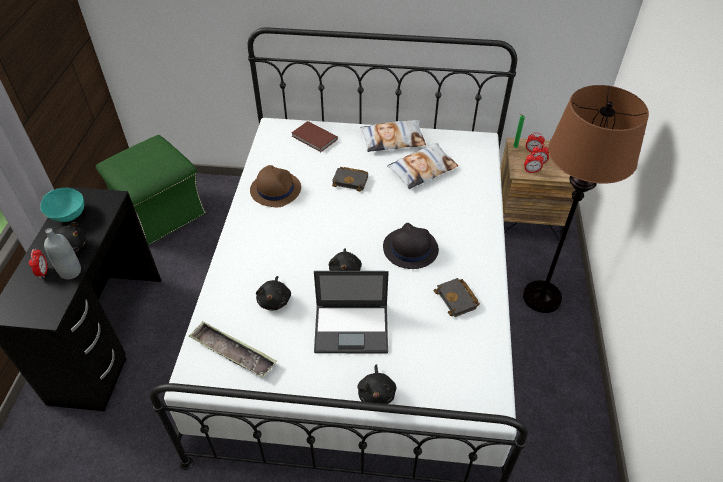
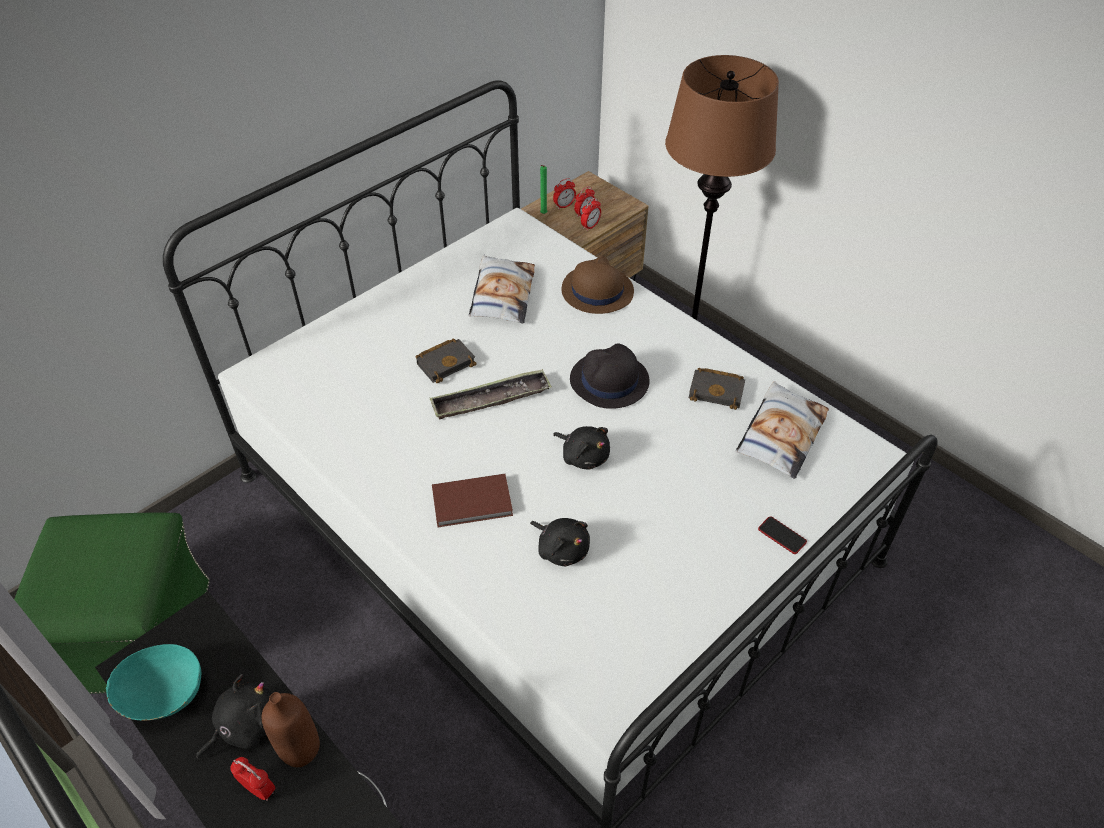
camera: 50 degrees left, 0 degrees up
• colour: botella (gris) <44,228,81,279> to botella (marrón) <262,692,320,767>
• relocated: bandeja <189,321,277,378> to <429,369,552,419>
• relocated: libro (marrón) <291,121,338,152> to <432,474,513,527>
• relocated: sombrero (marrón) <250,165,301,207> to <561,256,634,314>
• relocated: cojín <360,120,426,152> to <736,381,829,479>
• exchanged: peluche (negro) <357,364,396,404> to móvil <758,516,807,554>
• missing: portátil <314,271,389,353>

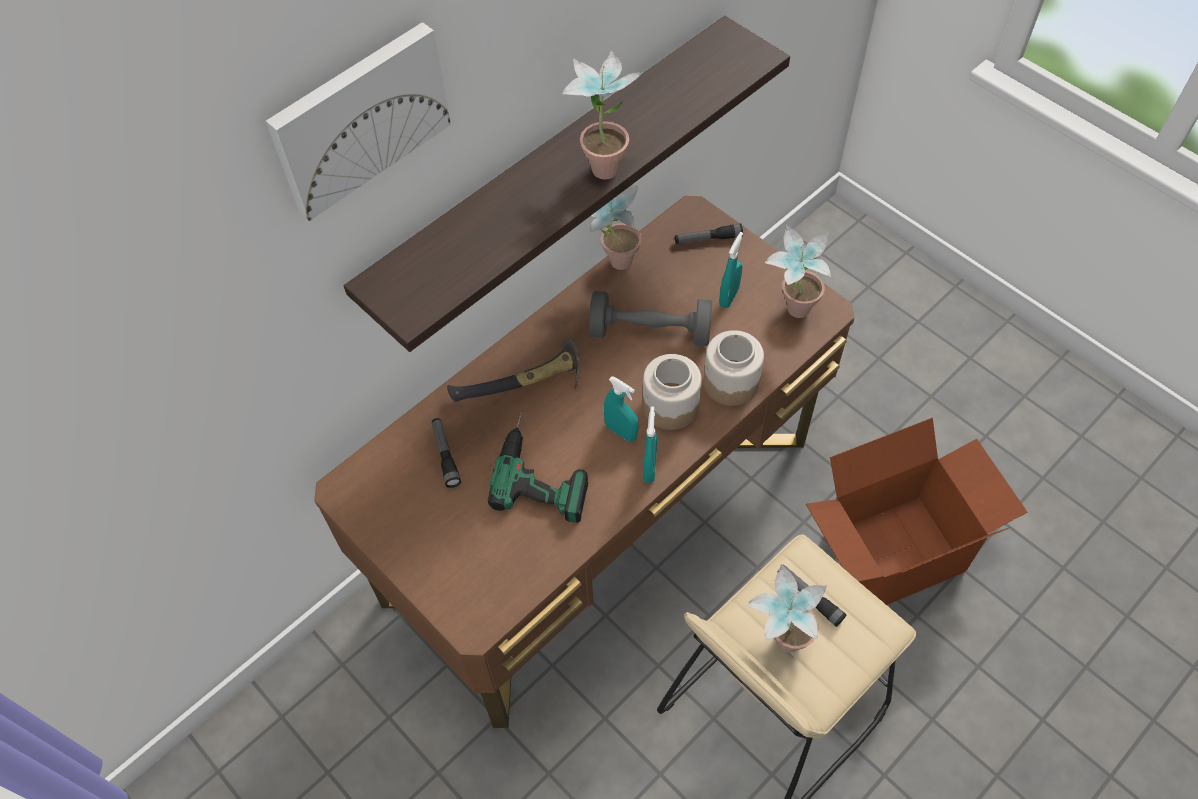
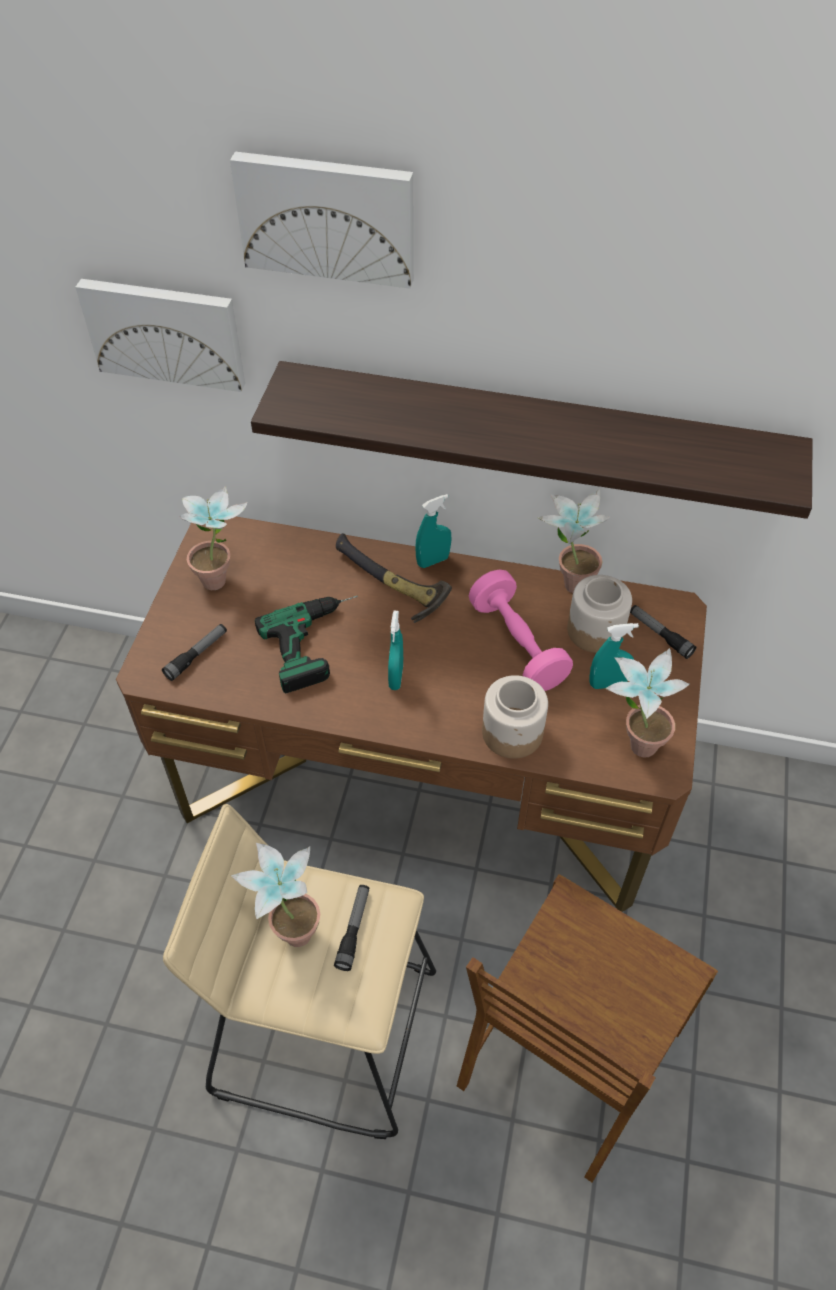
camera: 55 degrees right, 5 degrees down
• appeared: cuadro <76,279,245,392>
• relocated: linterna <432,418,461,488> to <162,624,227,681>
• relocated: planta en maceta <562,50,643,180> to <179,486,247,590>
• relocated: pulverizador (turquesa) <643,406,657,483> to <415,494,451,568>
• exchanged: caja de cartón <806,418,1027,605> to silla (marrón) <457,874,718,1182>
• colour: mancuerna (gris) <589,291,712,346> to mancuerna (rosa) <469,570,573,691>
• relocated: tarro <643,354,702,430> to <567,575,632,653>

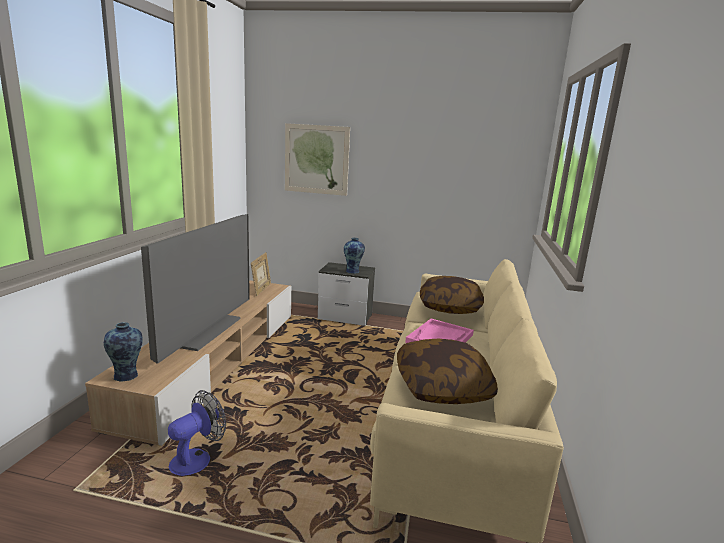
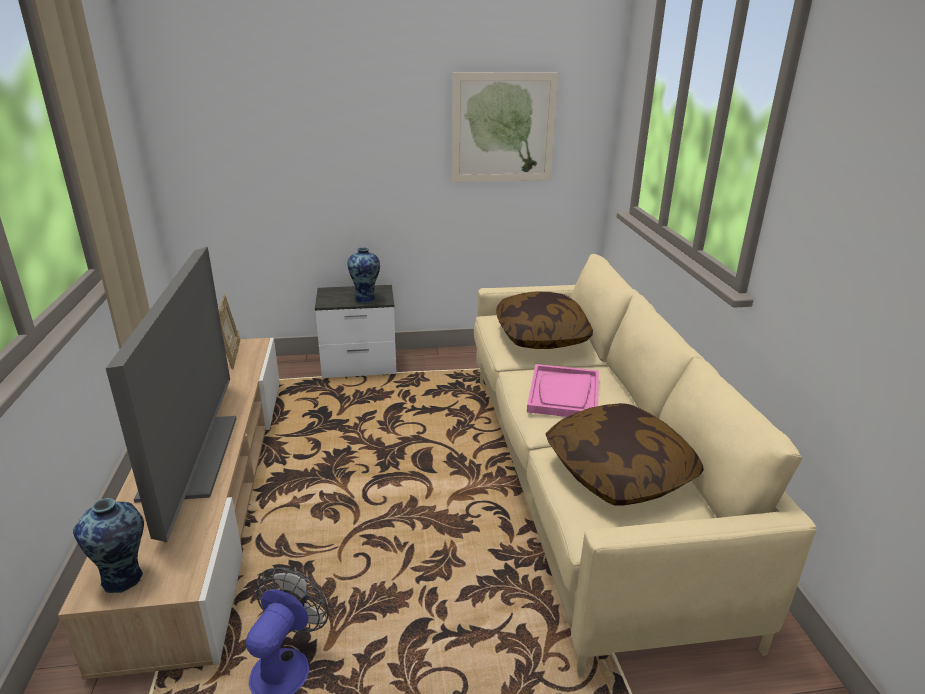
camera: 20 degrees left, 10 degrees up
• relocated: cuadro <285,123,350,196> to <452,72,559,182>

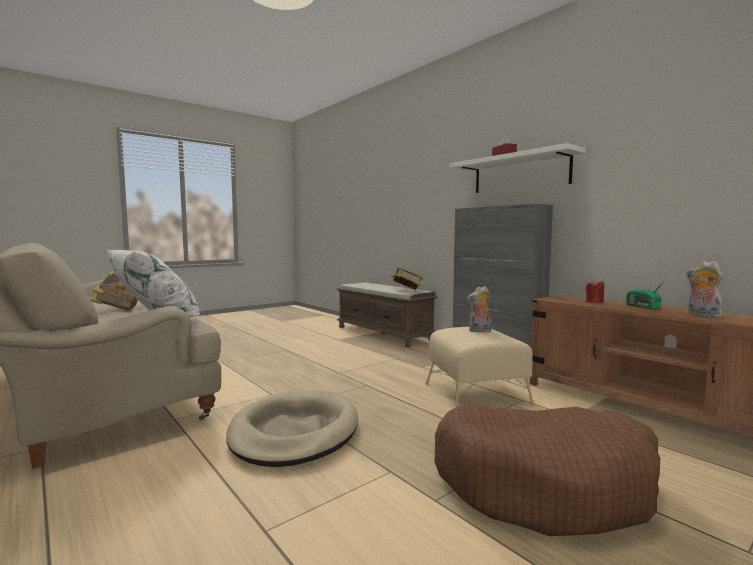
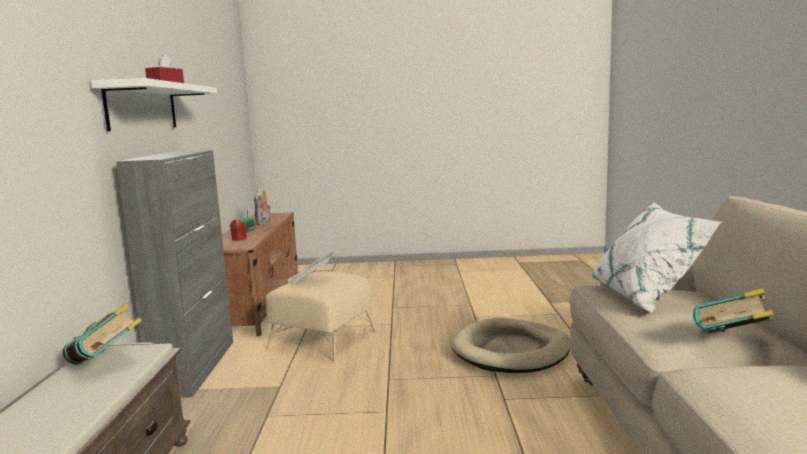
camera: 140 degrees left, 5 degrees up
• exchanged: peluche <467,286,491,333> to periódico <287,251,335,284>
• missing: cama para perro (marrón) <435,405,660,536>

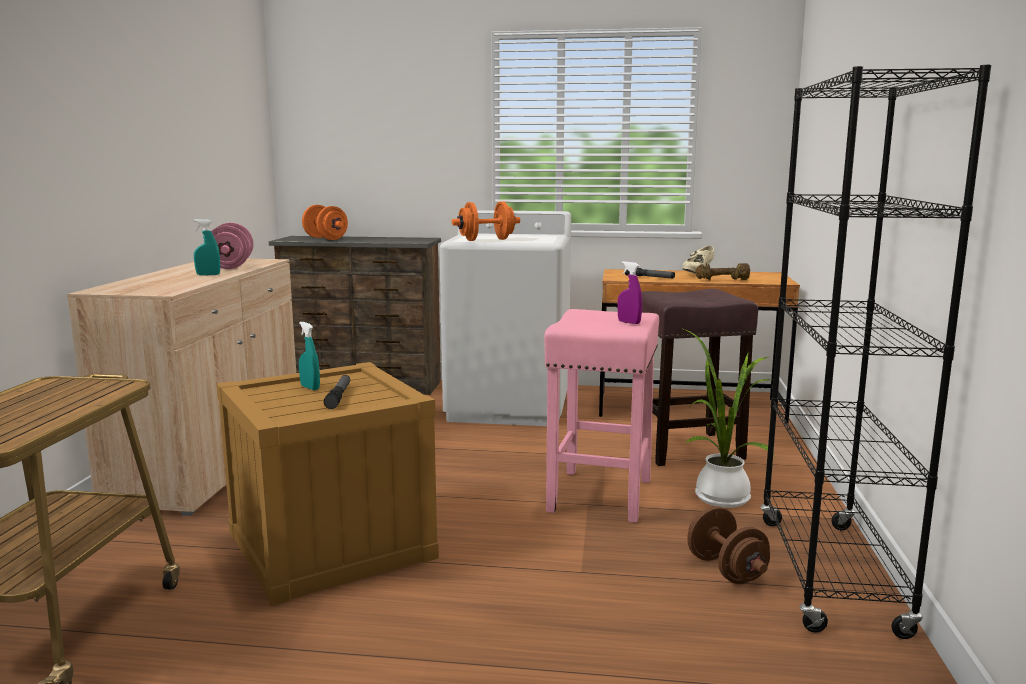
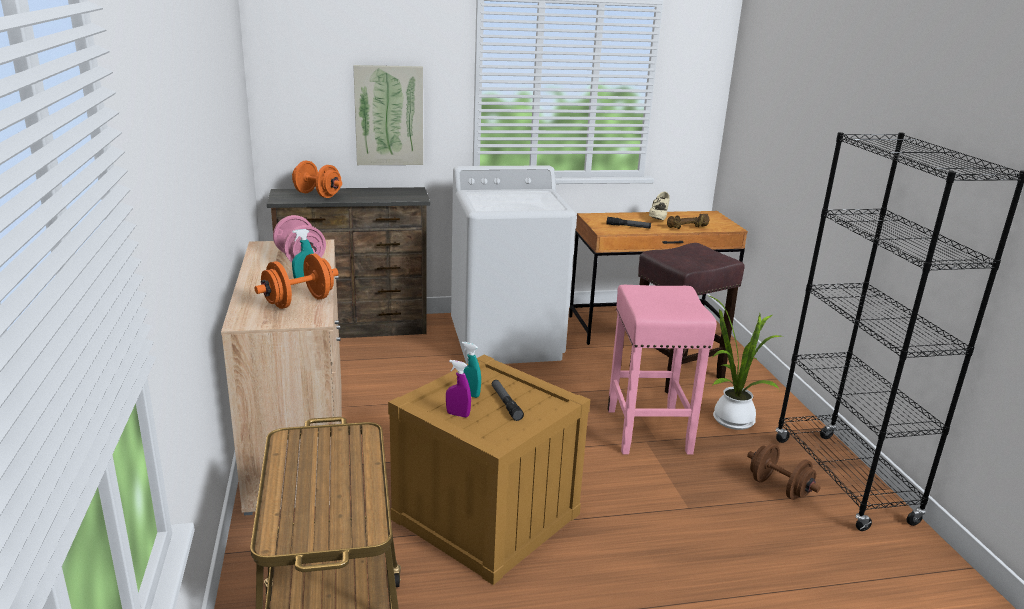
camera: 20 degrees left, 10 degrees up
• relocated: mancuerna (naranja) <452,201,520,241> to <255,253,338,309>
• appeared: cuadro <353,65,423,165>
• relocated: pulverizador (morado) <617,261,642,324> to <446,360,471,418>

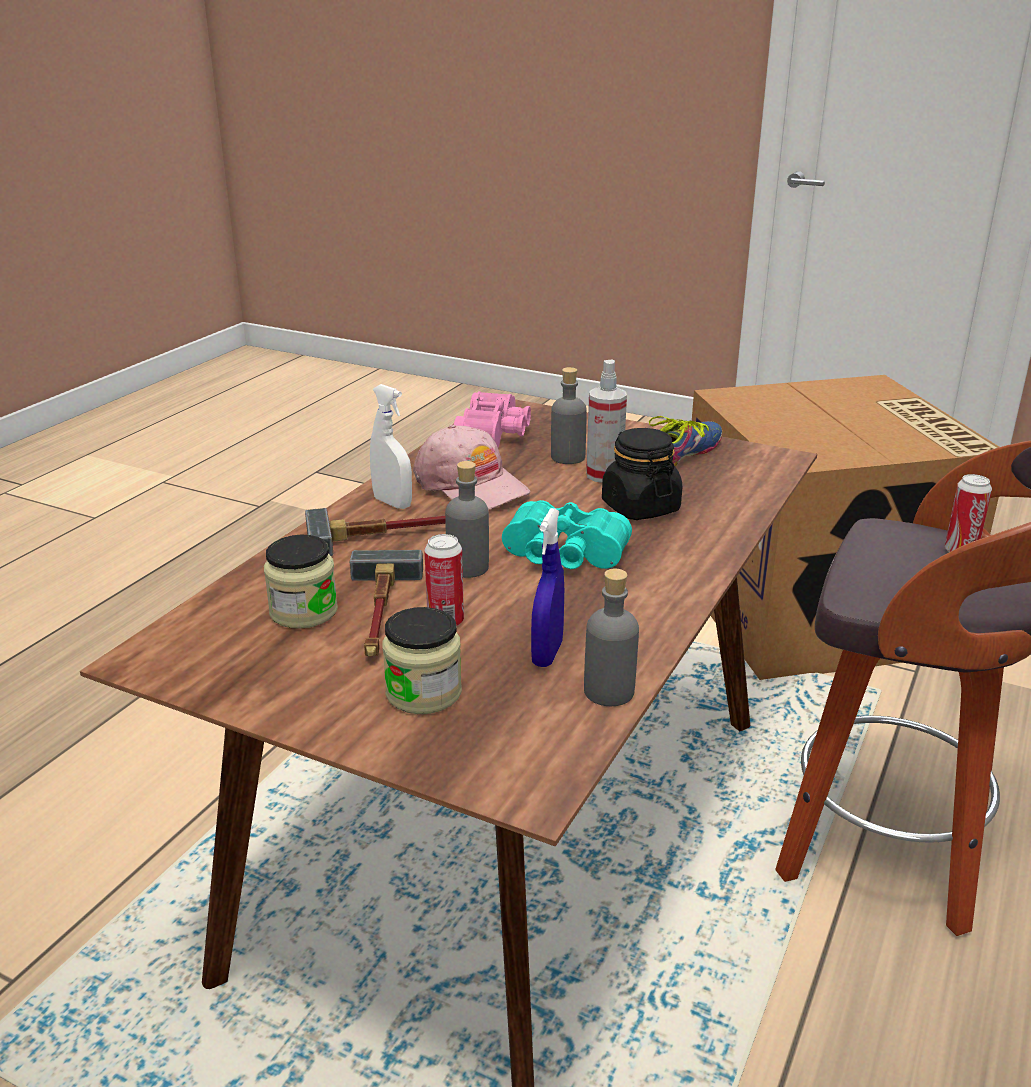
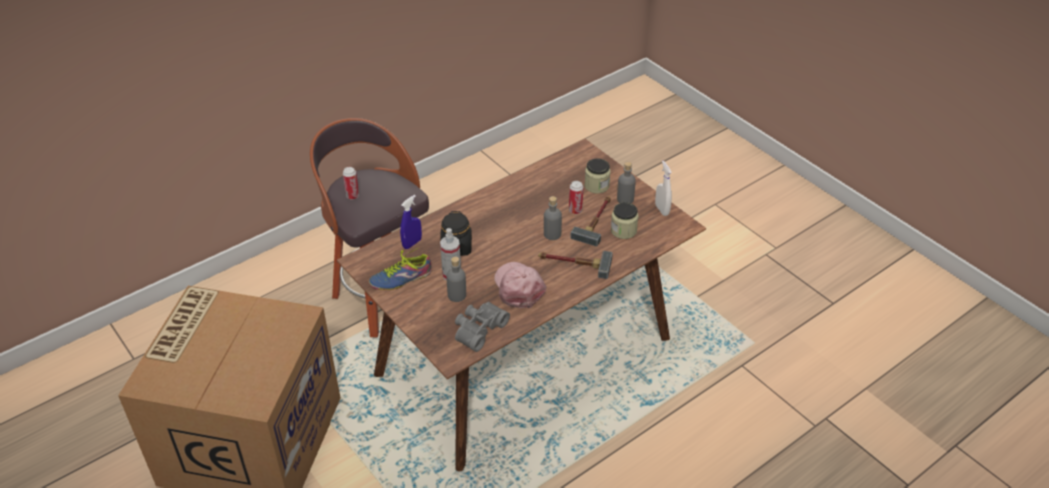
camera: 155 degrees left, 15 degrees up
• relocated: pulverizador (azul) <531,508,564,667> to <400,195,422,249>
• colour: prismáticos (rosa) <454,391,531,447> to prismáticos (gris) <455,302,510,352>
• relocated: botella (gris) <584,569,639,706> to <617,162,636,203>
• relocated: pulverizador (blanco) <370,384,412,509> to <655,161,672,216>
• missing: prismáticos (turquesa) <502,500,632,569>

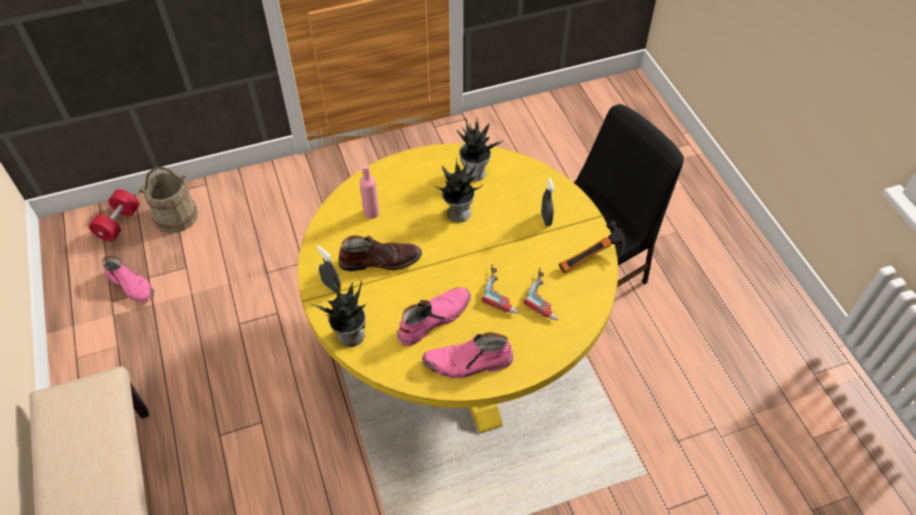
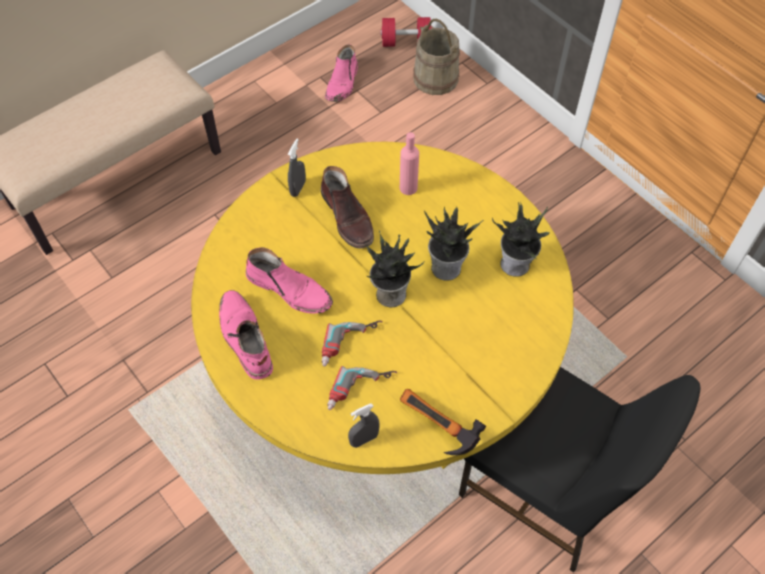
camera: 70 degrees right, 5 degrees up
• relocated: pulverizador (gris) <541,178,554,226> to <348,403,380,448>
• relocated: planta en maceta <311,281,367,347> to <366,231,424,308>

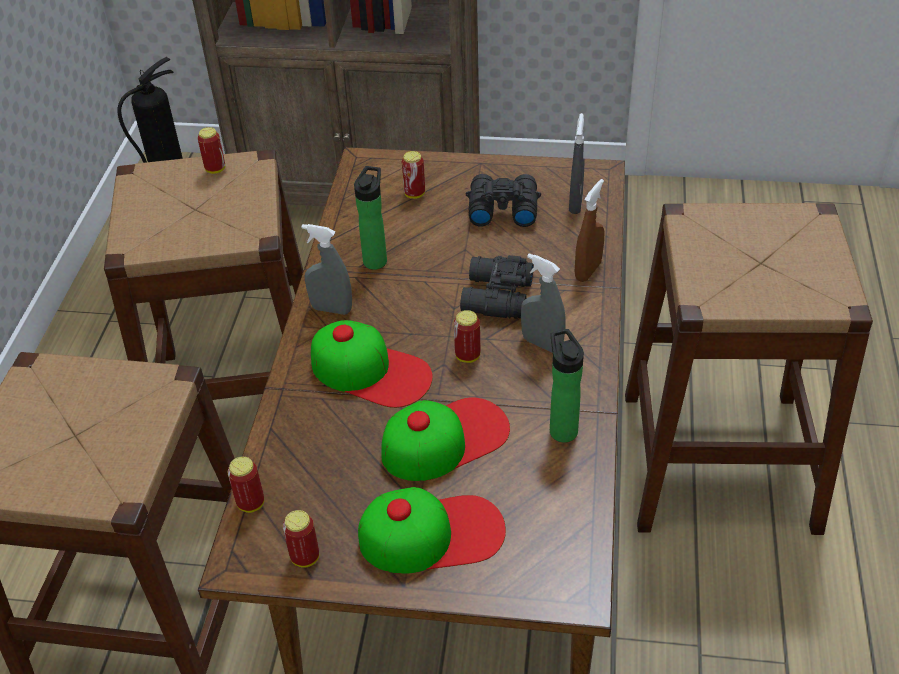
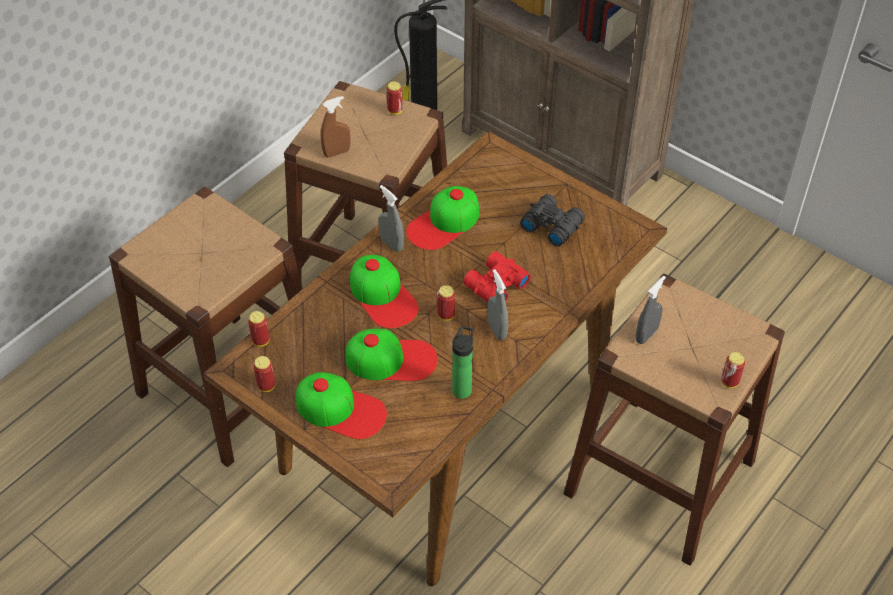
camera: 30 degrees right, 5 degrees up
• relocated: pulverizador (marrón) <575,179,605,282> to <320,96,351,158>
• exchanged: botella <354,166,387,270> to gorra <406,186,479,250>
• colour: prismáticos (negro) <460,255,533,319> to prismáticos (rojo) <463,251,531,302>
• relocated: pulverizador (gris) <569,113,585,214> to <636,276,666,344>
• relocated: lata <402,151,425,199> to <721,352,745,388>

